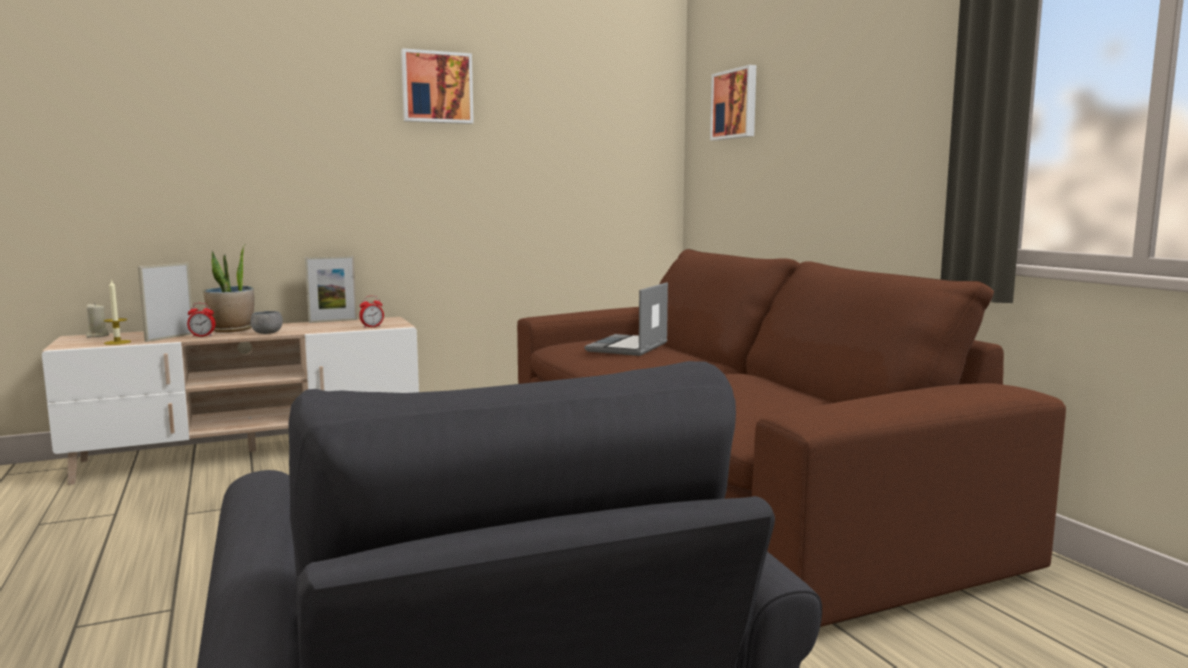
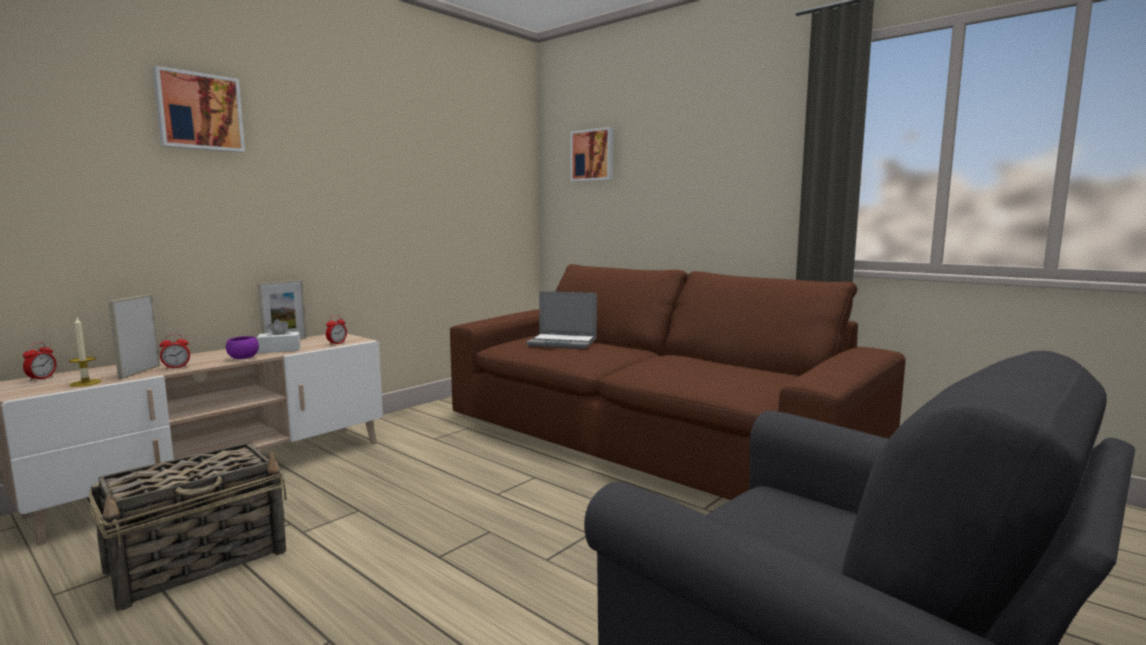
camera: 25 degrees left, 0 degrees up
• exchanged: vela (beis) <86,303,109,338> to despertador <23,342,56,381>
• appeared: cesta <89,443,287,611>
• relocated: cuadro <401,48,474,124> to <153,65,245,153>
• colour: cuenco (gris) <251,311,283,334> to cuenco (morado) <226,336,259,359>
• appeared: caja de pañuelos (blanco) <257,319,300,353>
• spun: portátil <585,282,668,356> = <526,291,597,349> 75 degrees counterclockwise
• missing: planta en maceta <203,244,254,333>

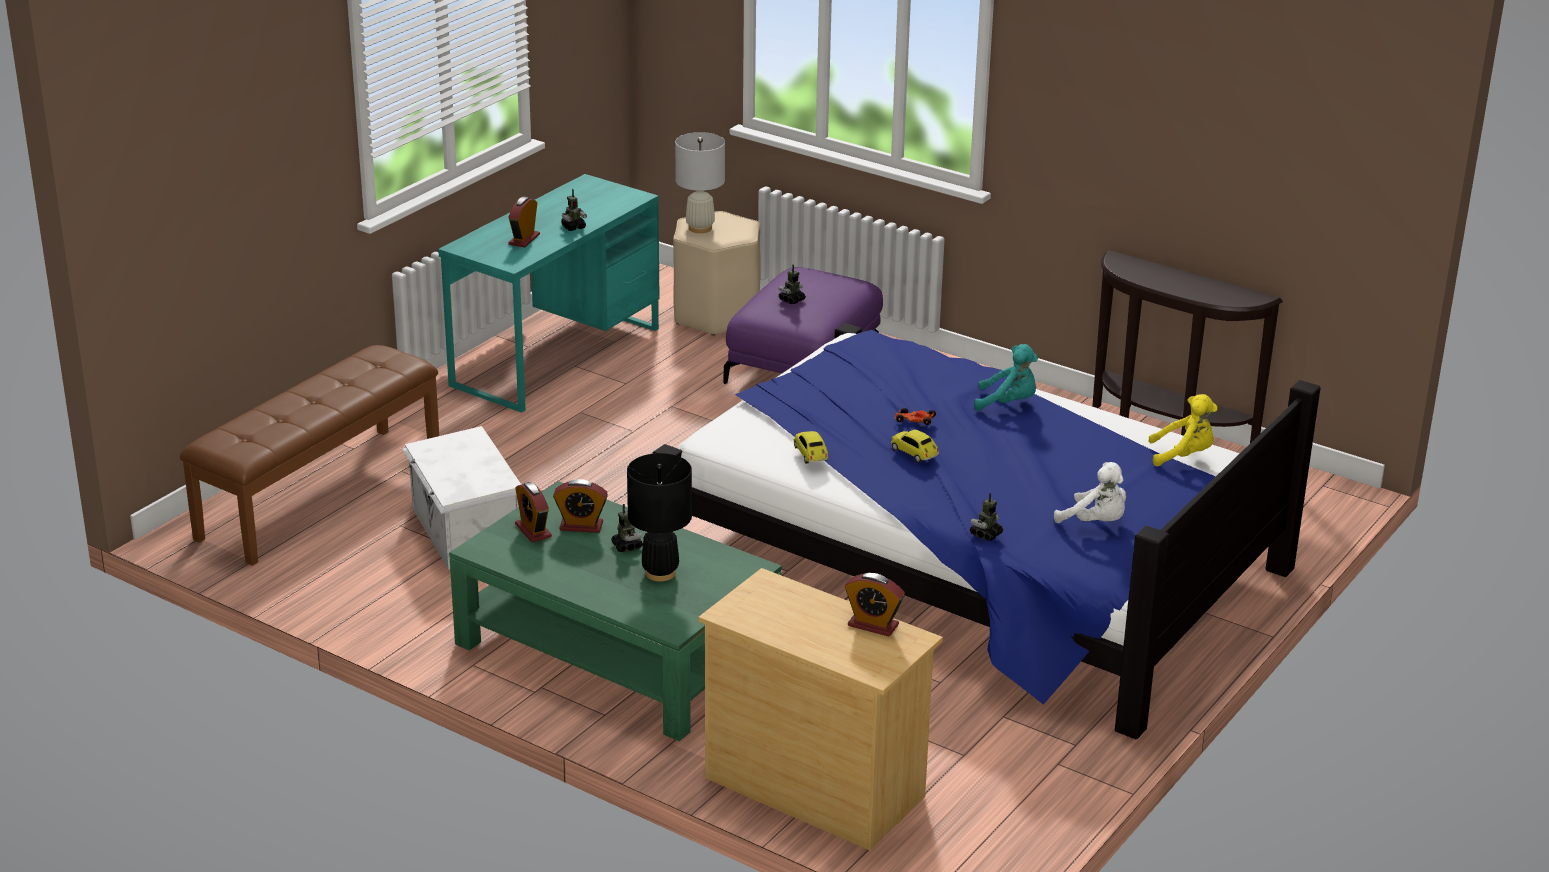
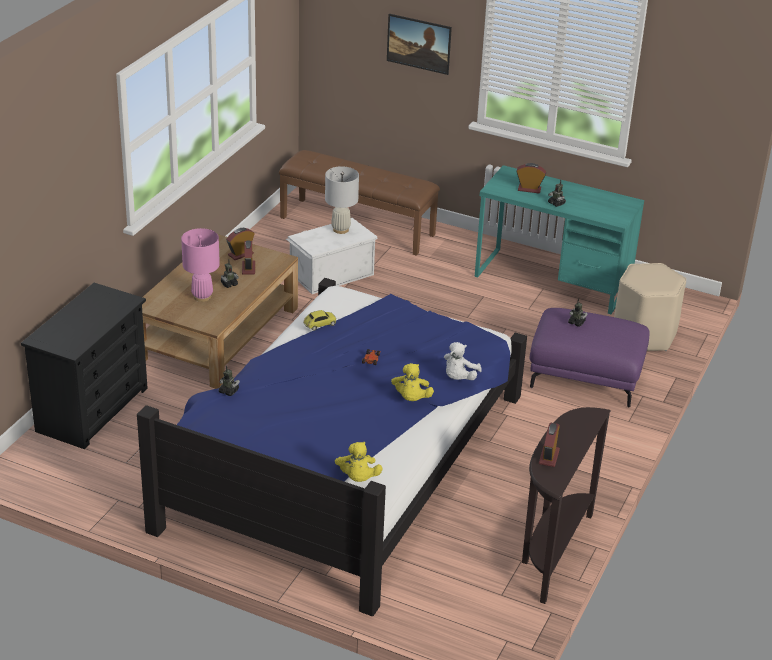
camera: 80 degrees right, 5 degrees up
• colour: cómoda (beis) <698,568,943,851> to cómoda (negro) <21,283,148,449>
• colour: mesa de centro (verde) <449,481,782,741> to mesa de centro (marrón) <142,234,298,389>
• colour: lámpara de mesa (negro) <627,453,692,582> to lámpara de mesa (rosa) <181,228,220,302>
• relocated: lámpara de mesa (blanco) <675,132,725,233> to <325,166,359,234>
• appeared: cuadro <387,14,452,75>
• colour: peluche (turquesa) <974,344,1038,411> to peluche (amarillo) <391,363,434,401>
• relocated: peluche (blanco) <1054,462,1126,523> to <444,342,482,380>
• relocated: despertador <845,573,905,636> to <539,423,560,467>
• missing: coche de juguete <891,430,939,463>

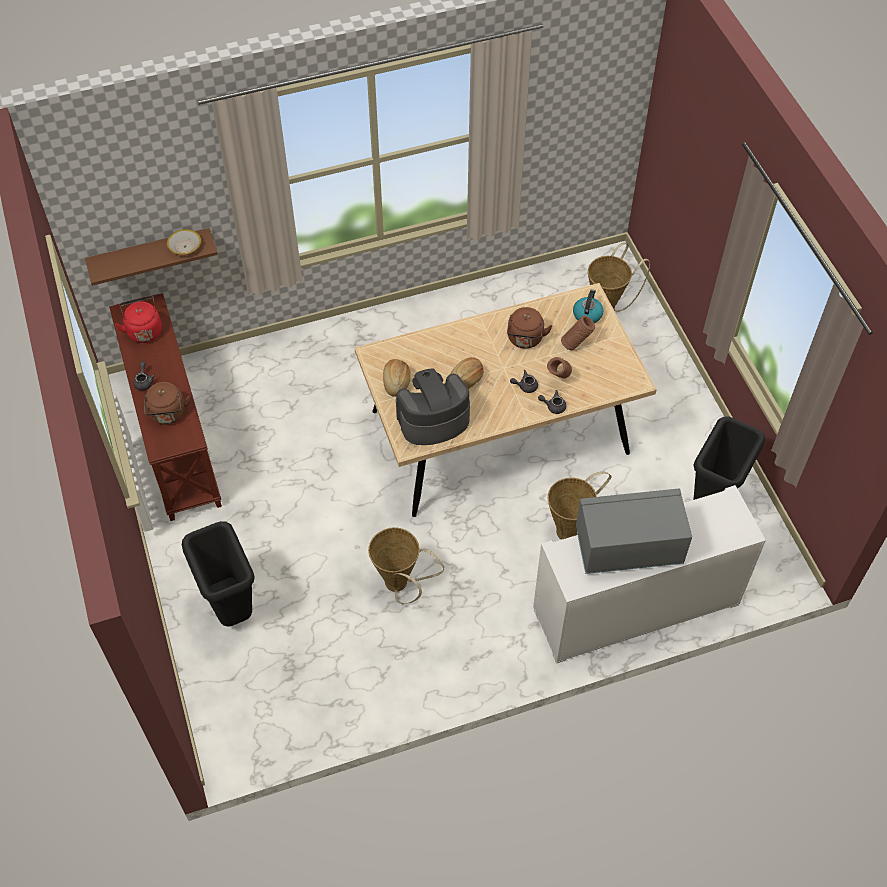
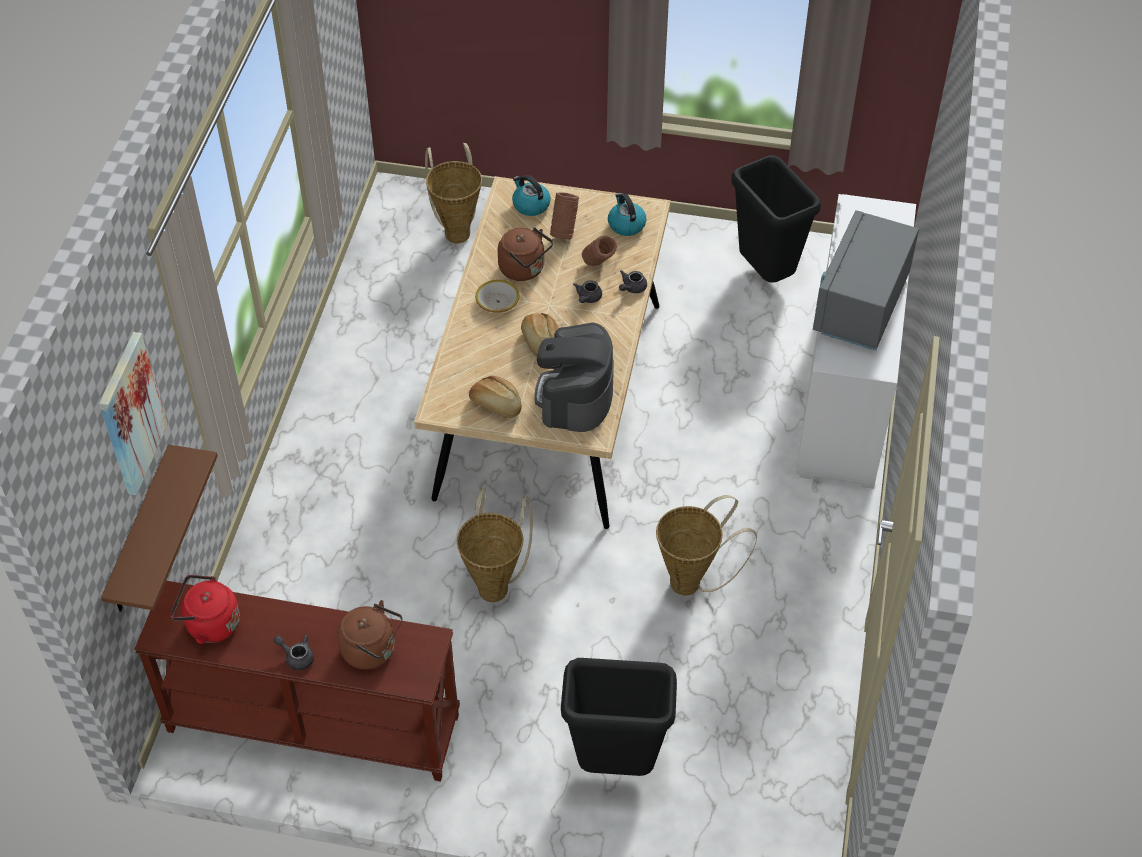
camera: 60 degrees left, 5 degrees down
• appeared: cuadro <99,332,167,495>
• relocated: cesta <548,472,611,540> to <457,488,533,602>
• relocated: cuenco <167,229,201,255> to <475,280,519,313>
• appeared: hervidor <608,193,646,236>

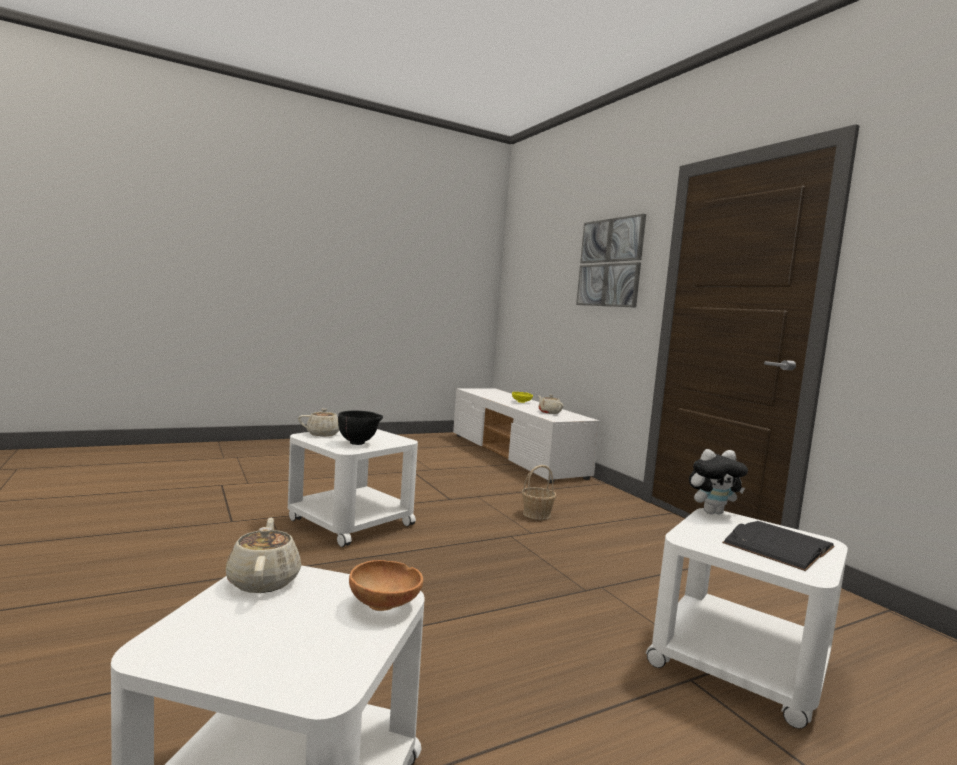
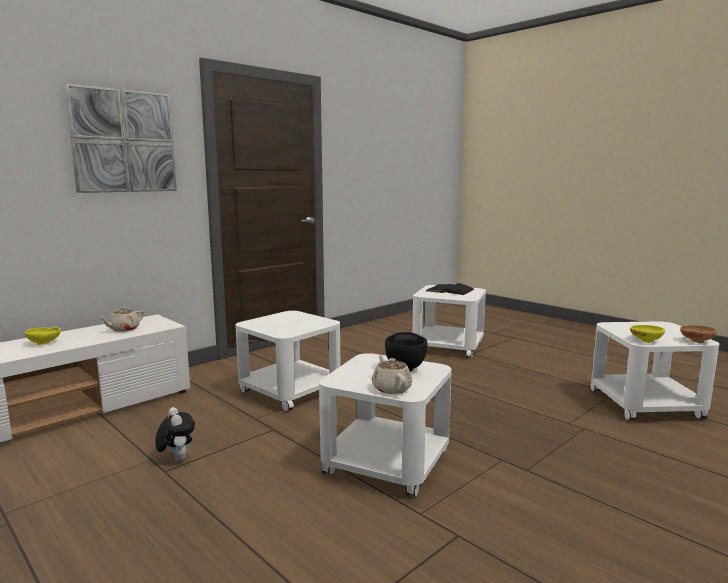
camera: 105 degrees left, 5 degrees up
• relocated: peluche <689,449,748,514> to <155,407,195,461>
• exchanged: cesta <522,465,556,520> to mesa auxiliar (blanco) <236,311,341,412>
• exchanged: tetera (beis) <226,518,301,593> to cuenco (amarillo) <630,325,665,343>
• relocated: cuenco (marrón) <349,560,423,611> to <680,325,717,343>

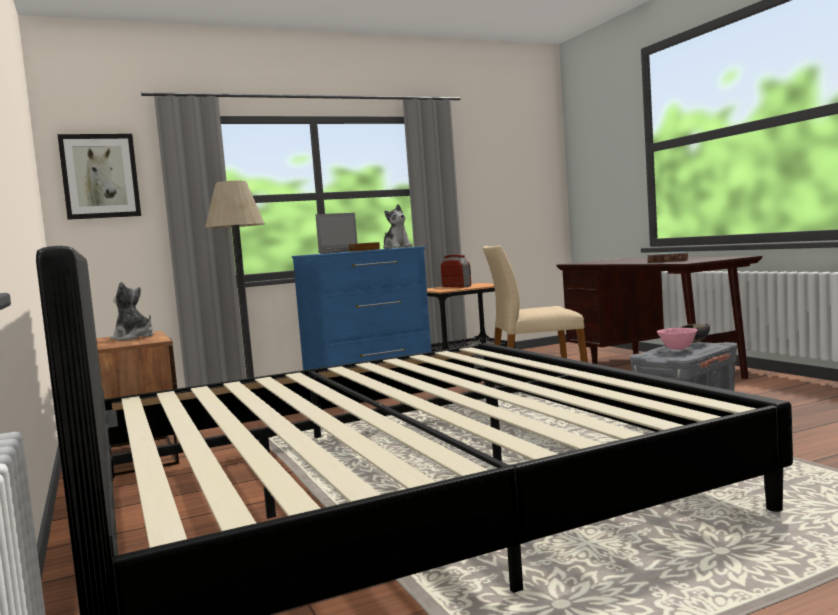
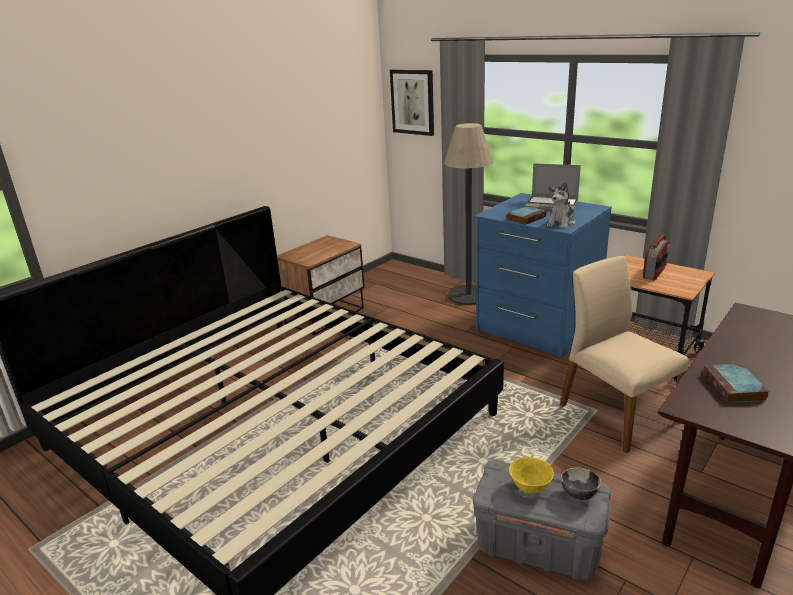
camera: 65 degrees right, 20 degrees up
• colour: cuenco (rosa) <657,328,698,350> to cuenco (amarillo) <509,457,554,494>
• missing: peluche <111,282,153,340>

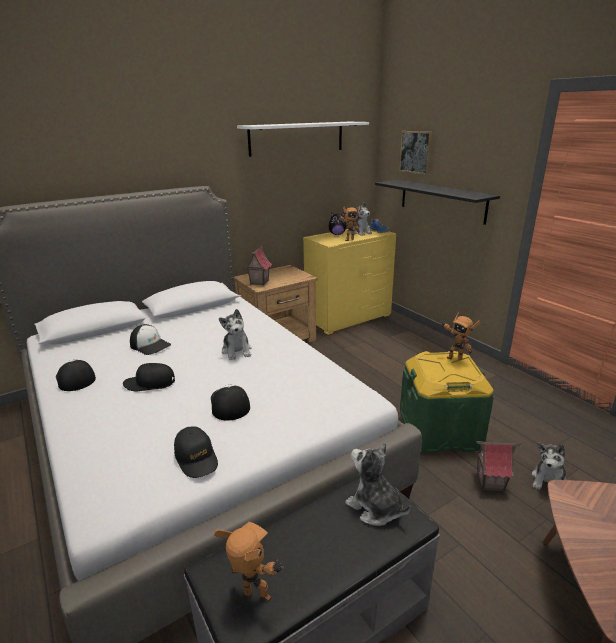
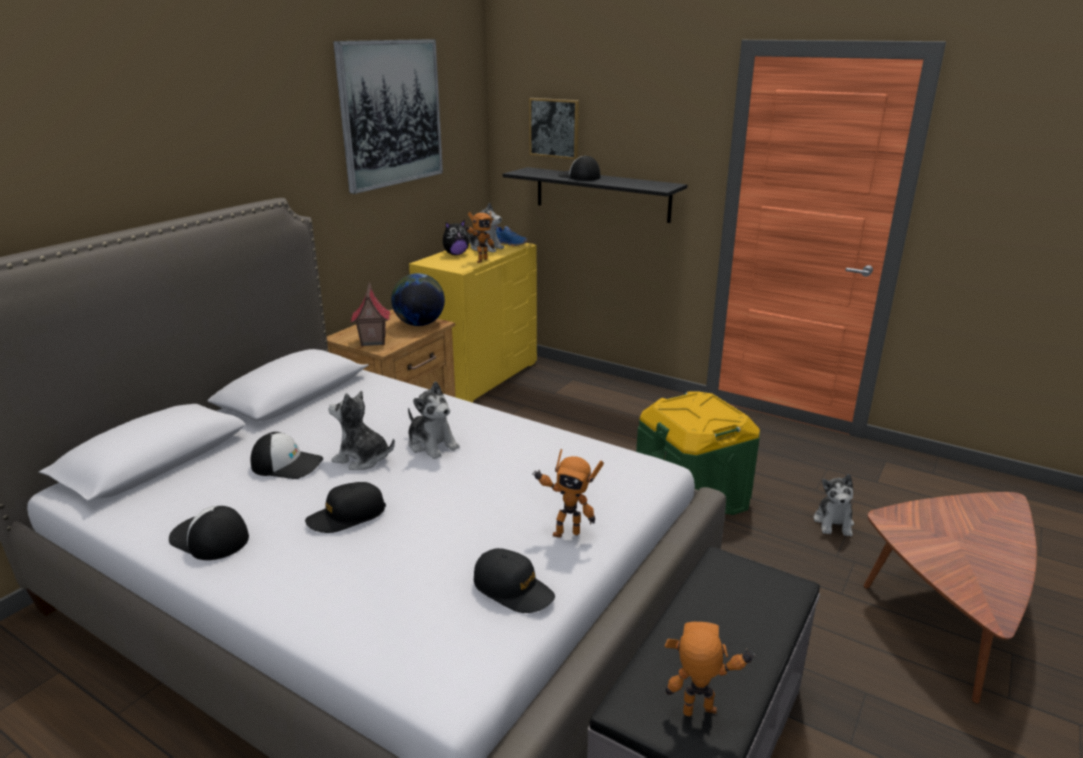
camera: 25 degrees left, 0 degrees up
• relocated: peluche <345,442,411,526> to <329,391,395,470>
• exchanged: estante (blanco) <237,122,369,157> to cuadro <333,39,443,194>
• appeared: globo terráqueo <391,273,445,326>
• relocated: robot de juguete <441,312,481,360> to <532,449,604,538>
• relocated: gorra <211,385,250,421> to <558,155,600,181>
• missing: casita <476,441,522,492>

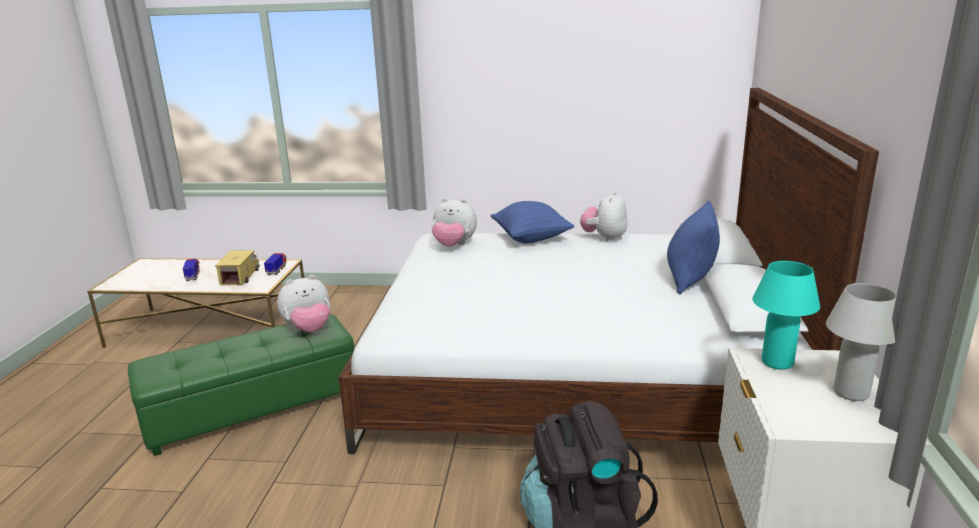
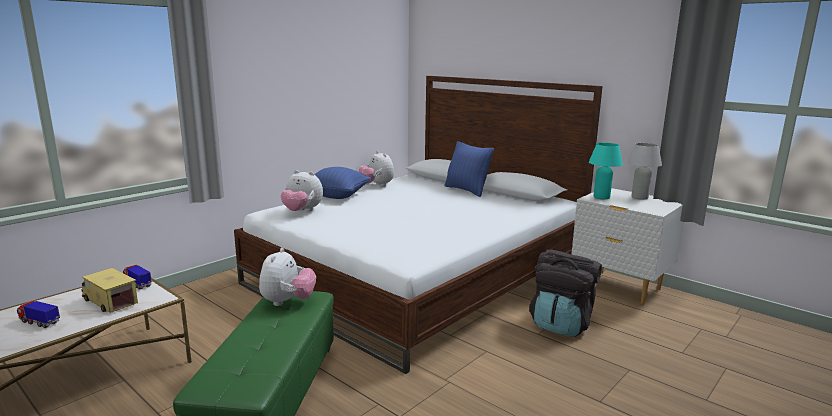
camera: 55 degrees left, 5 degrees down
• spun: peluche <432,198,477,247> = <280,170,323,211> 60 degrees clockwise

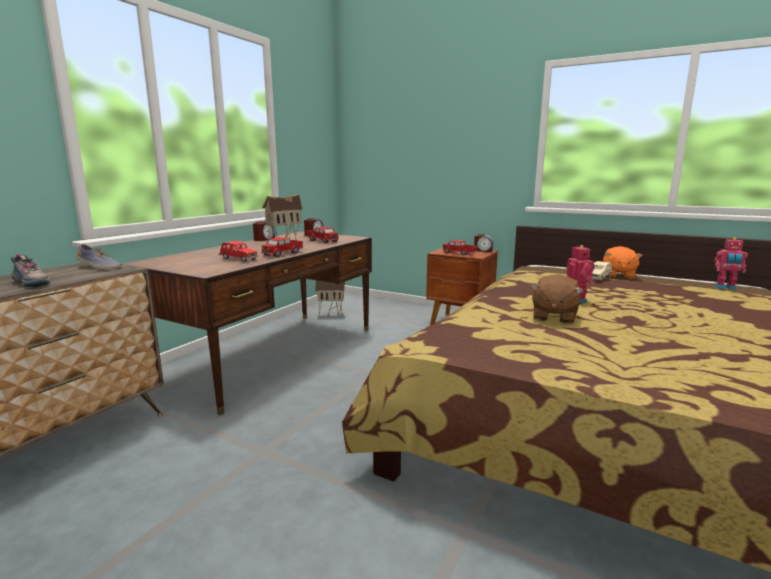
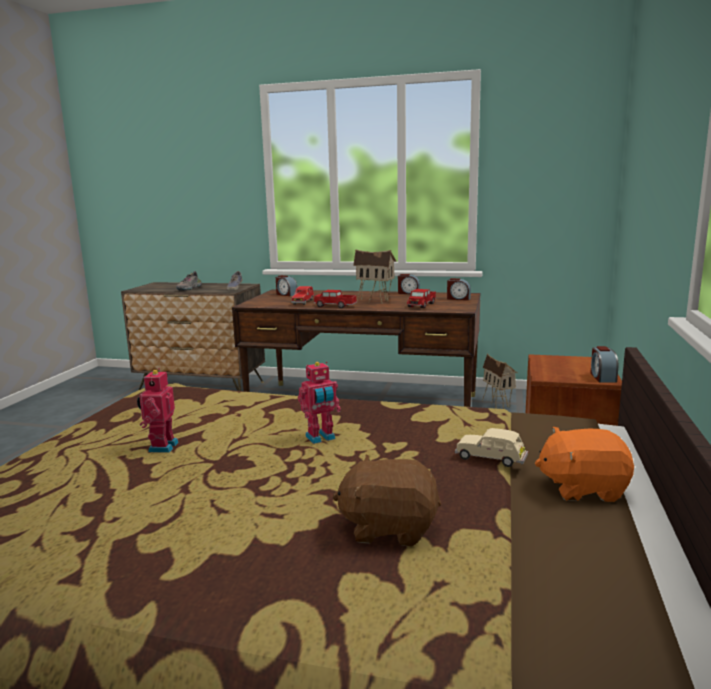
camera: 75 degrees right, 0 degrees up
• relocated: robot de juguete <714,238,748,290> to <137,368,179,453>
• appeared: despertador <276,275,298,296>
• relocated: peluche (marrón) <531,274,584,324> to <332,455,441,547>
• missing: camión de juguete <442,240,478,256>

